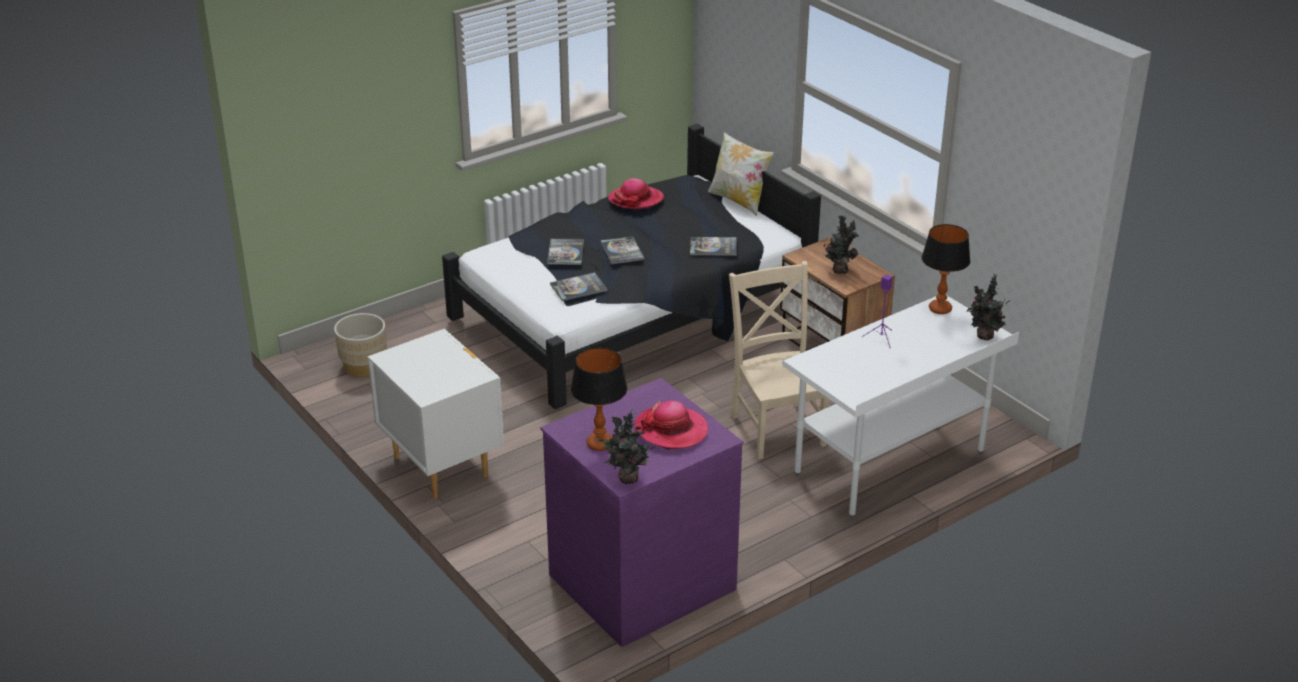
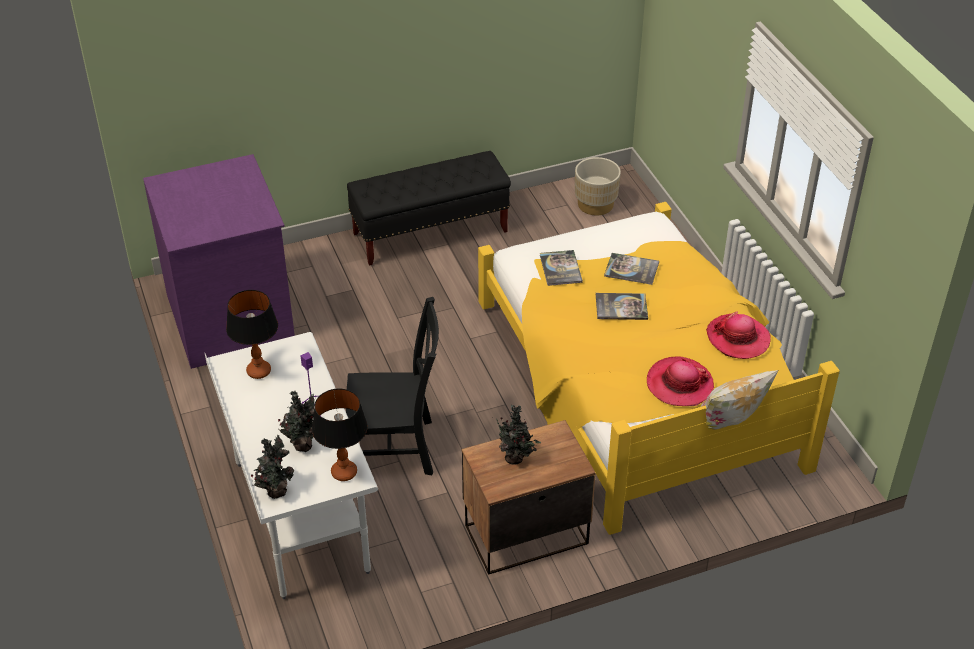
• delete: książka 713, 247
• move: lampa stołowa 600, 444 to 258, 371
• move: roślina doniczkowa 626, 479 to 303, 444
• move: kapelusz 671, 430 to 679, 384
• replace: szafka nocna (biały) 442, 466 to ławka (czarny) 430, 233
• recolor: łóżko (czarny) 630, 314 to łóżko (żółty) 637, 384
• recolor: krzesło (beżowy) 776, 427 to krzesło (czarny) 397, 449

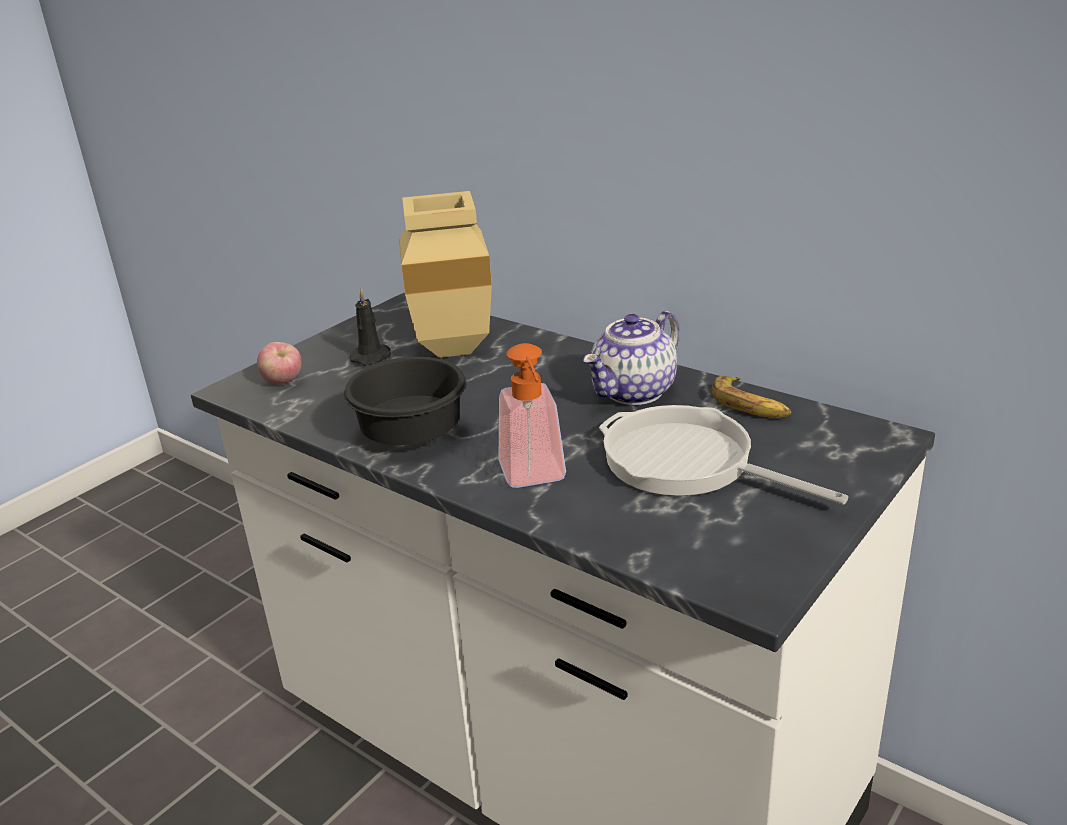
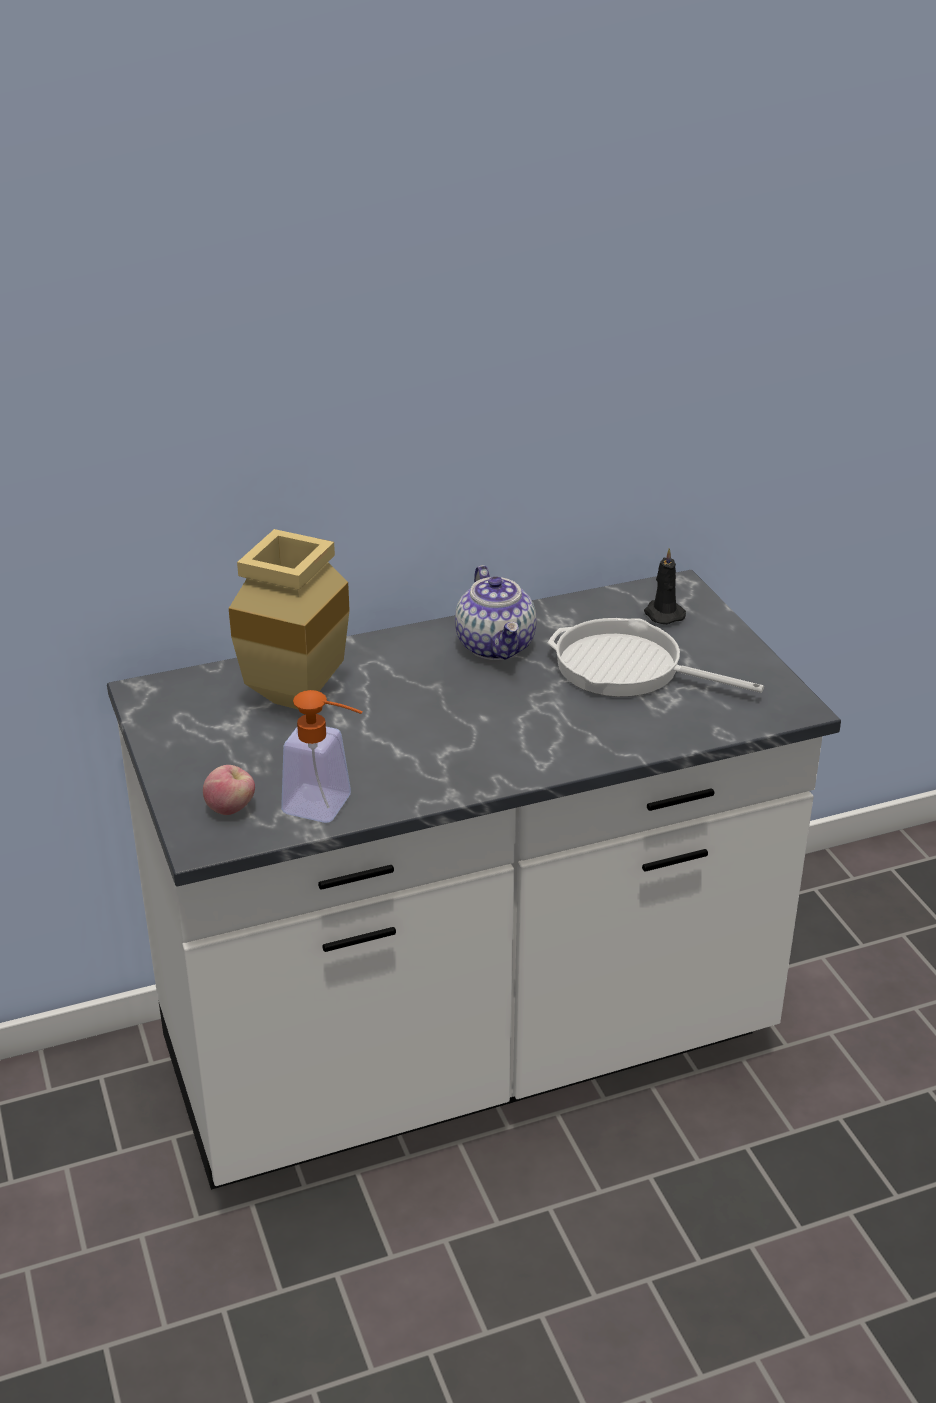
• delete: miska (czarny) 413, 432
• delete: banan 750, 406
• move: świeca (czarny) 372, 357 to 662, 614
• move: dozownik mydła 535, 478 to 328, 807
• rotate: patelnia 687, 463 = 627, 668 45 degrees clockwise

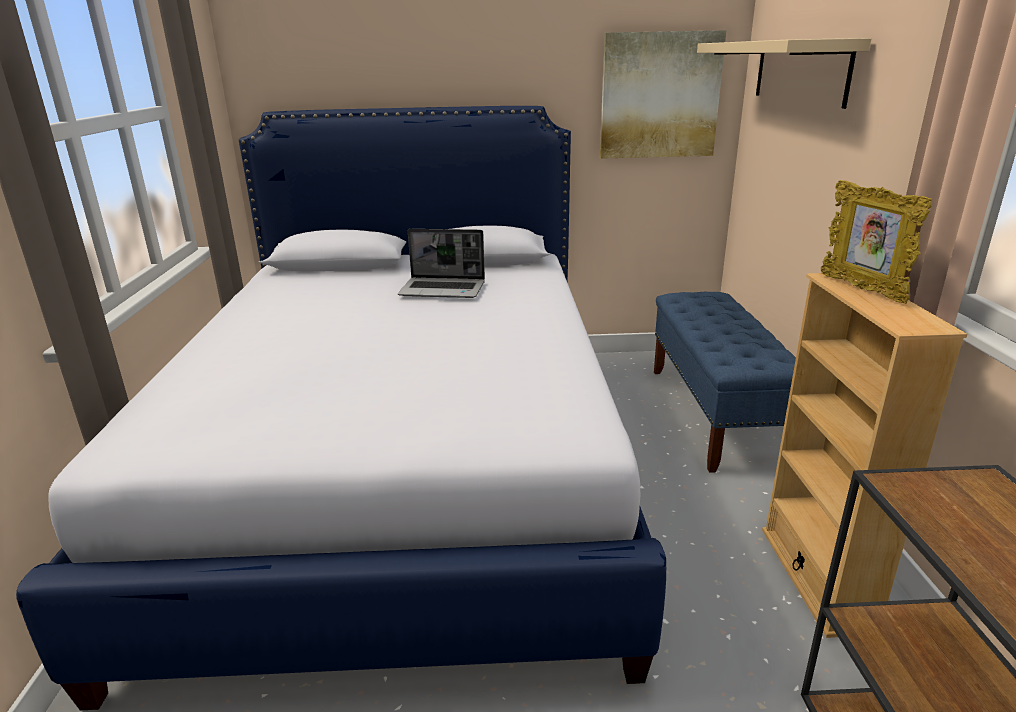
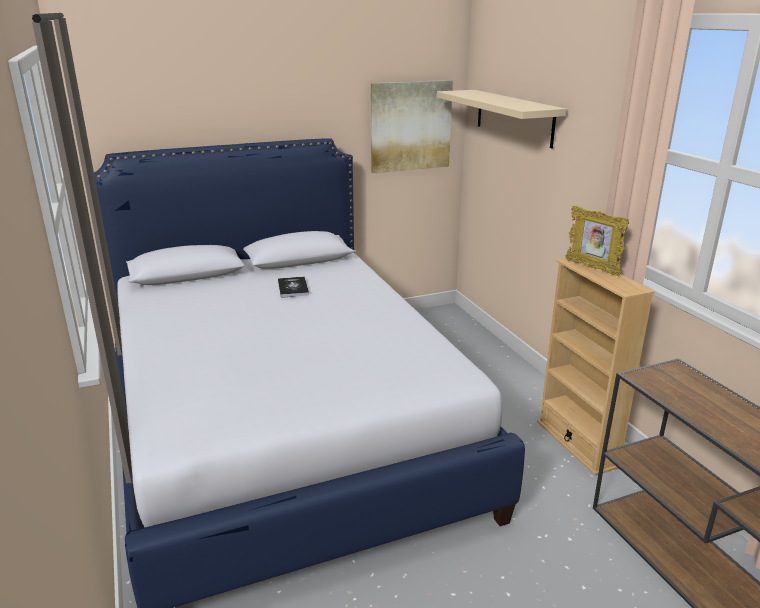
• delete: ławka (niebieski) 714, 414
• replace: laptop 444, 289 to książka 293, 288

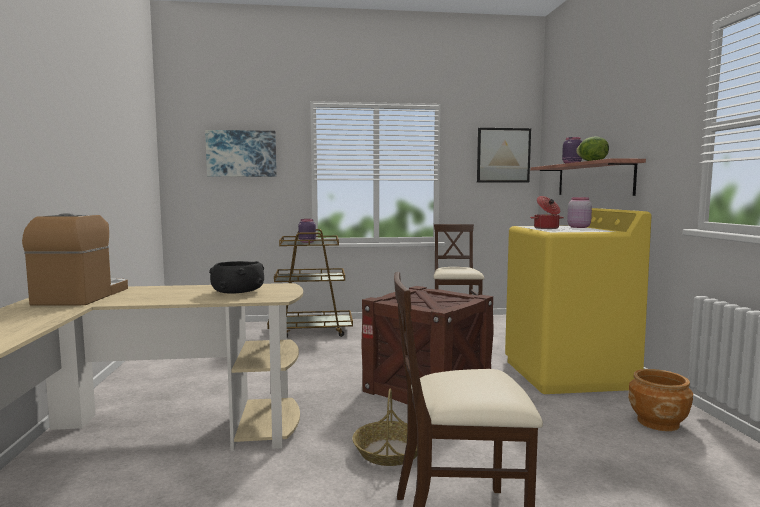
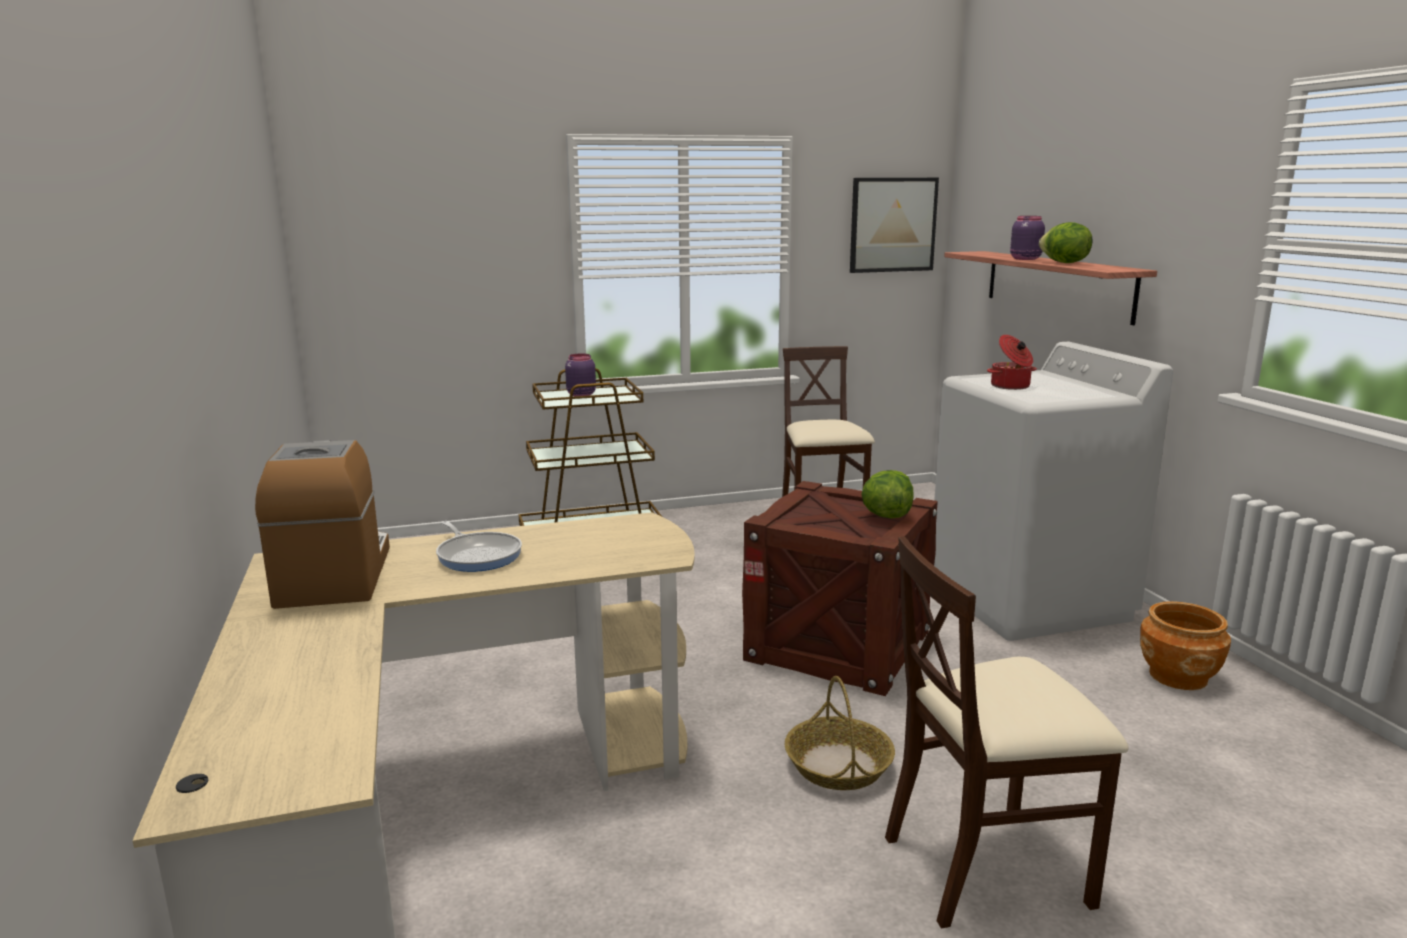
• delete: obraz 241, 153
• delete: miska (czarny) 237, 292
• delete: słoik (różowy) 578, 227
• insert: patelnia 478, 555
• insert: sałata 886, 516
• recolor: pralka (żółty) 568, 374 to pralka (biały) 1029, 601

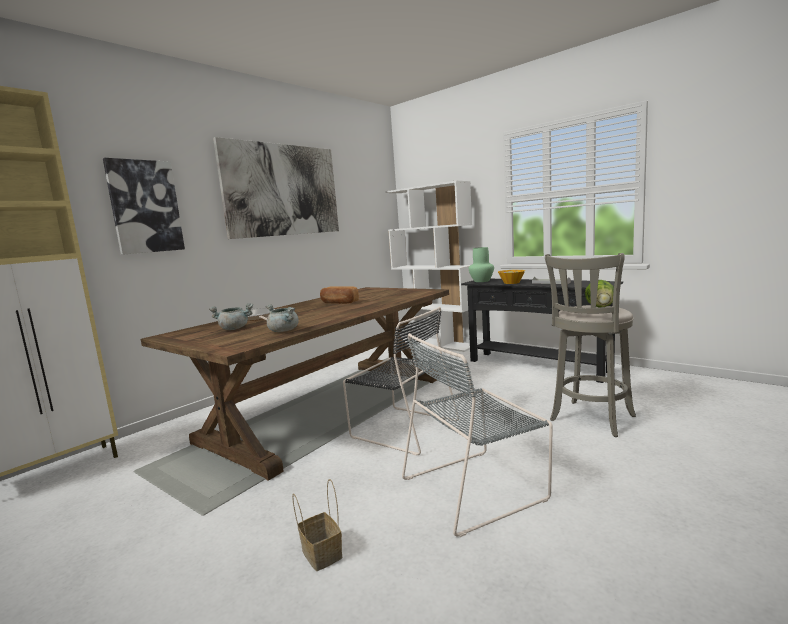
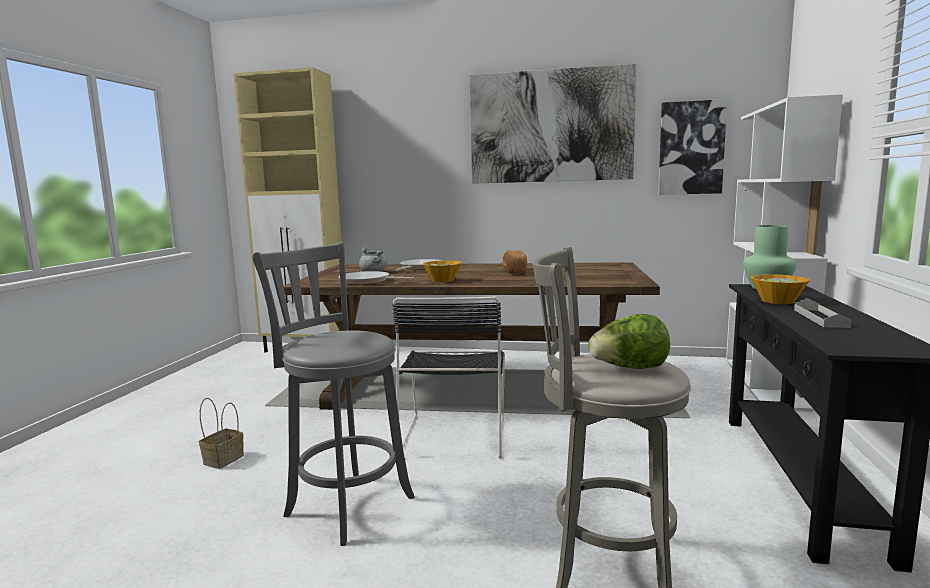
• insert: miska 442, 280
• move: obraz 145, 207 to 691, 148
• replace: garnek (szary) 284, 331 to patelnia 367, 281
• replace: krzesło (szary) 476, 487 to stołek (szary) 345, 504

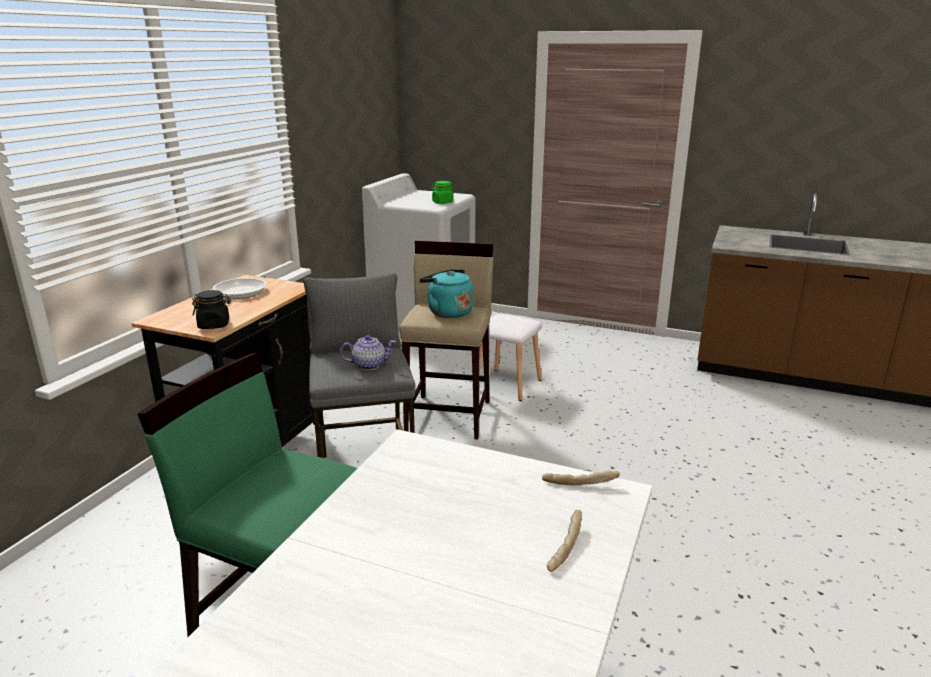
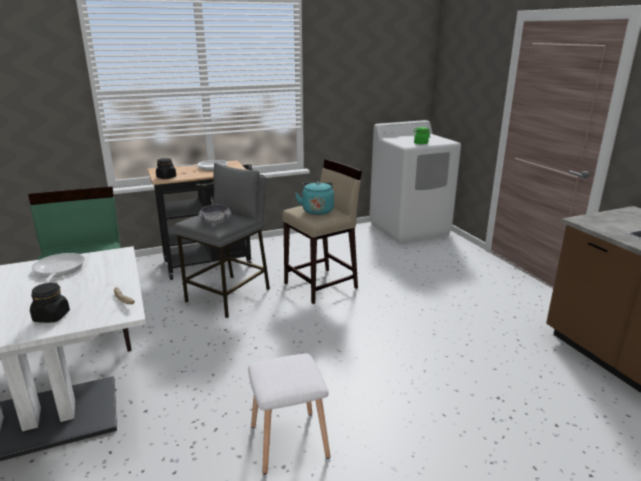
• insert: patelnia 58, 270
• move: stołek (biały) 507, 385 to 288, 442
• replace: imbryk 369, 365 to miska 215, 221
• replace: chleb 564, 547 to słoik (czarny) 51, 316

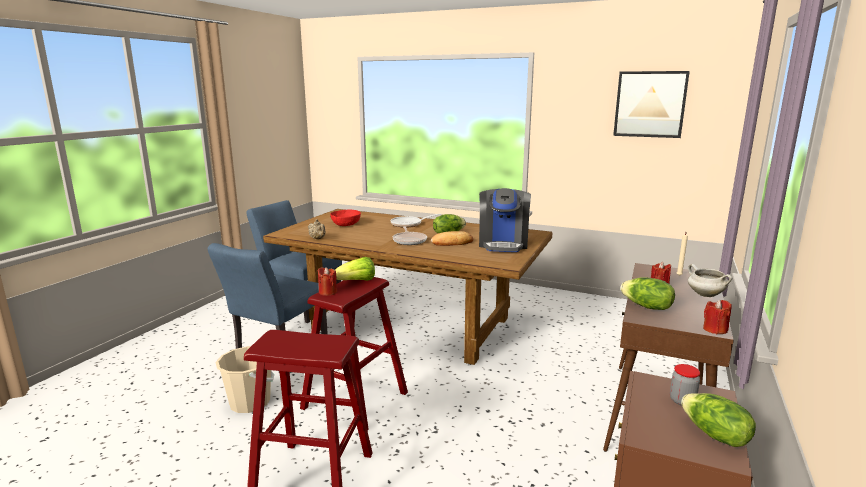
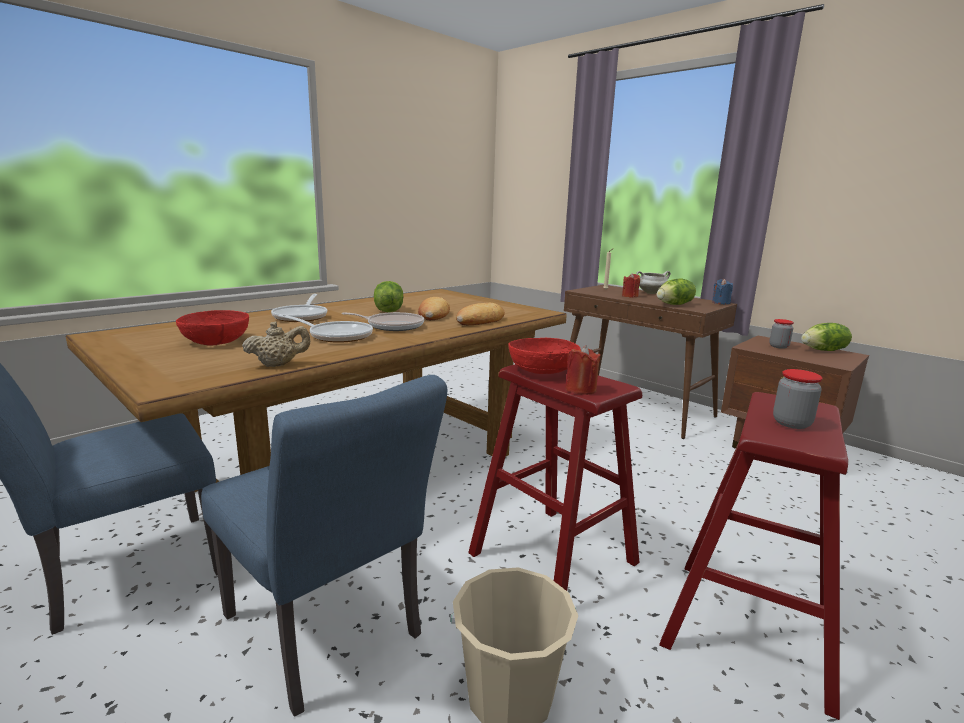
• delete: ekspres do kawy 503, 244
• delete: obraz 650, 104
• insert: patelnia 336, 336
• insert: chleb 480, 320
• insert: słoik 791, 423
• replace: sałata 357, 281 to miska (czerwony) 542, 370
• recolor: świeca (czerwony) 715, 329 to świeca (niebieski) 720, 303

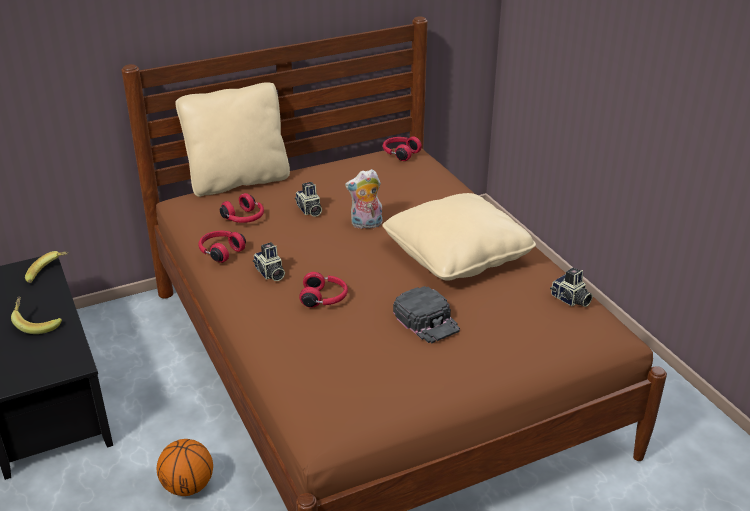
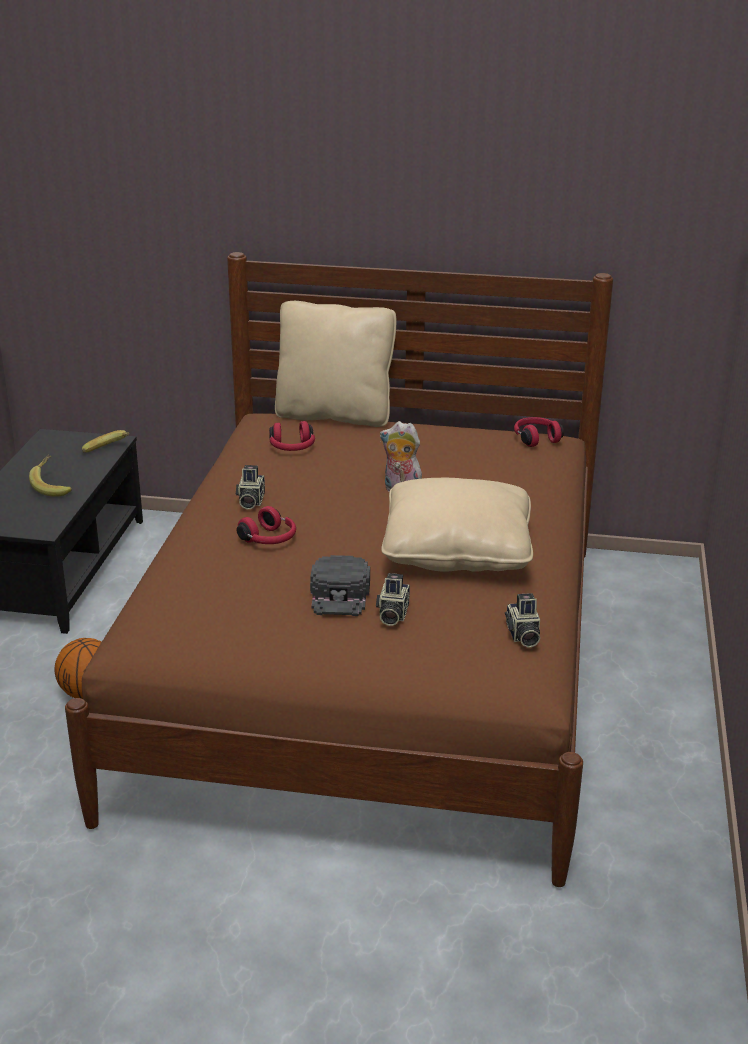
• delete: słuchawki (czerwony) 220, 252
• move: aparat fotograficzny 309, 210 to 392, 614

